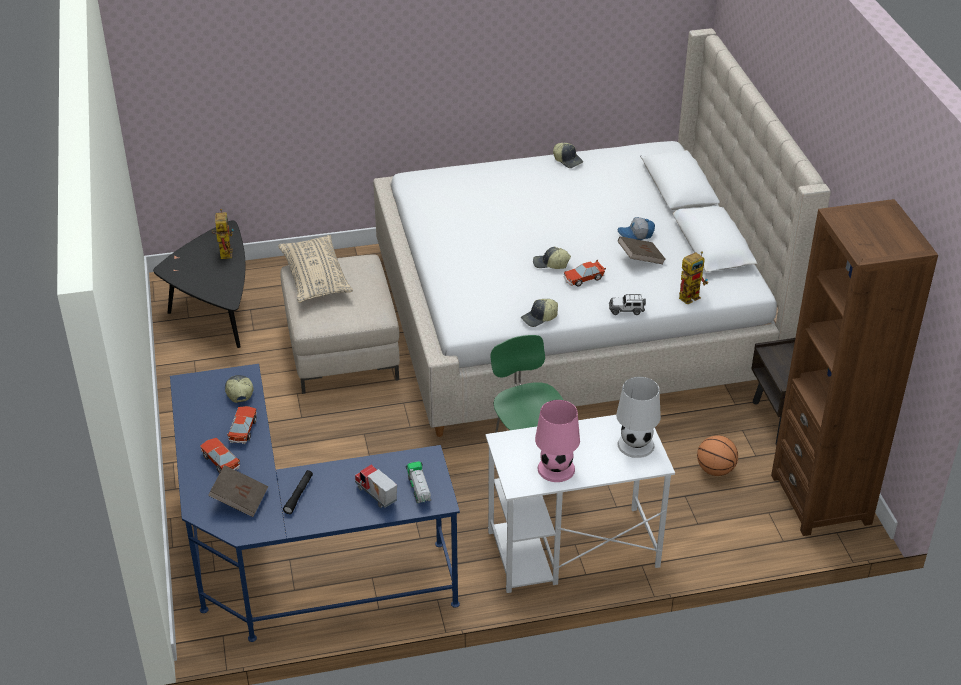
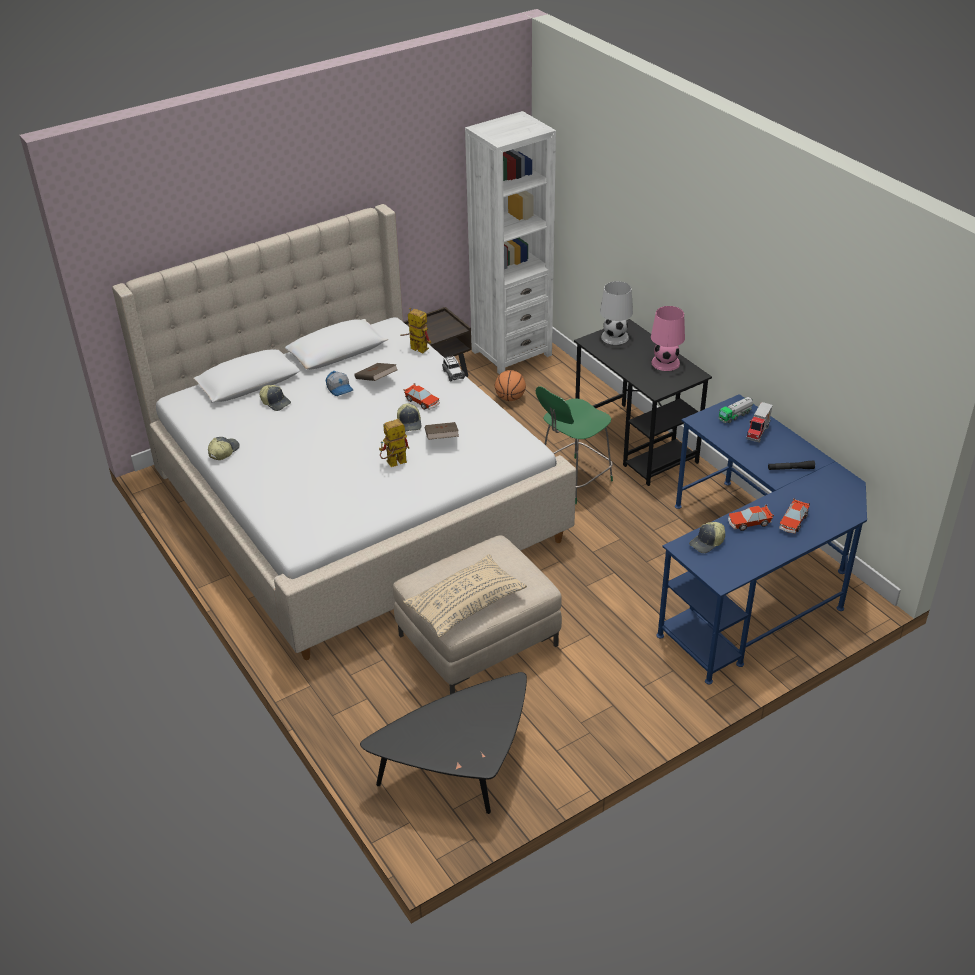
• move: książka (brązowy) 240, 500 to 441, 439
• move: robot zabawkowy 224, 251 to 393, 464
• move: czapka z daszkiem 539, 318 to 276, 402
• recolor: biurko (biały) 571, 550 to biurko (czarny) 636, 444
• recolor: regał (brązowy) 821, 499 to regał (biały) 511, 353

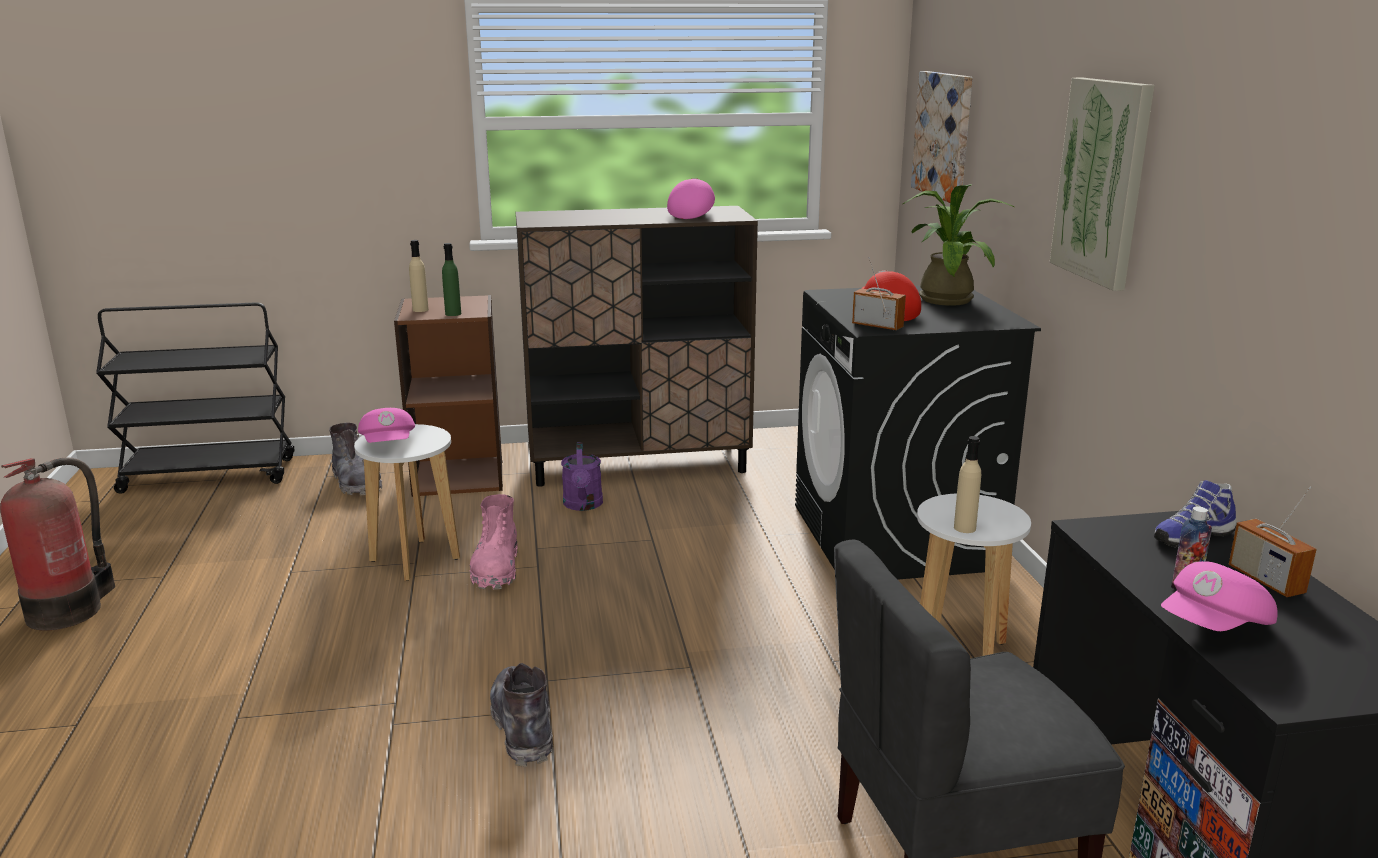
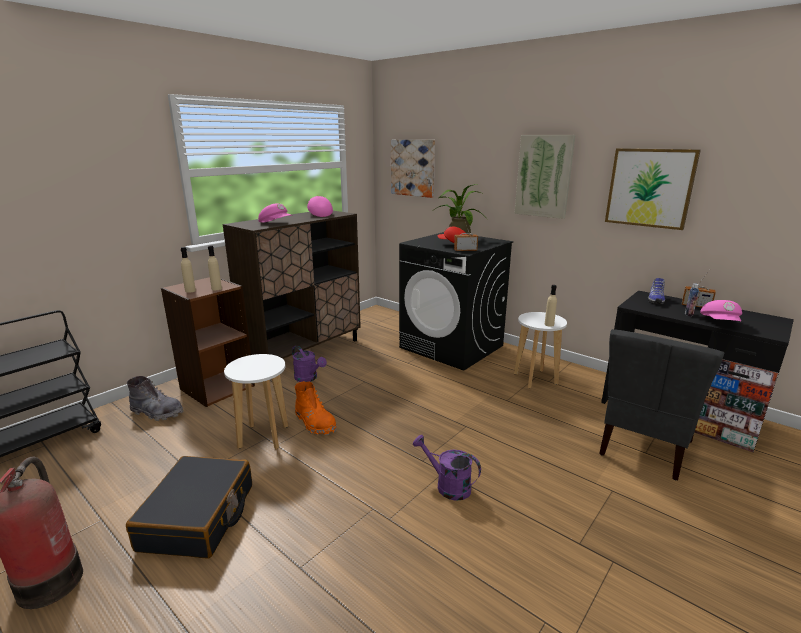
• insert: walizka (czarny) 199, 517
• insert: obraz 649, 188
• move: czapka z daszkiem (różowy) 389, 445 to 276, 223
• replace: but z cholewką (szary) 523, 727 to konewka (fioletowy) 447, 486
• recolor: butelka (zielony) 453, 314 to butelka (beżowy) 216, 288
• recolor: but z cholewką (różowy) 496, 569 to but z cholewką (pomarańczowy) 315, 423

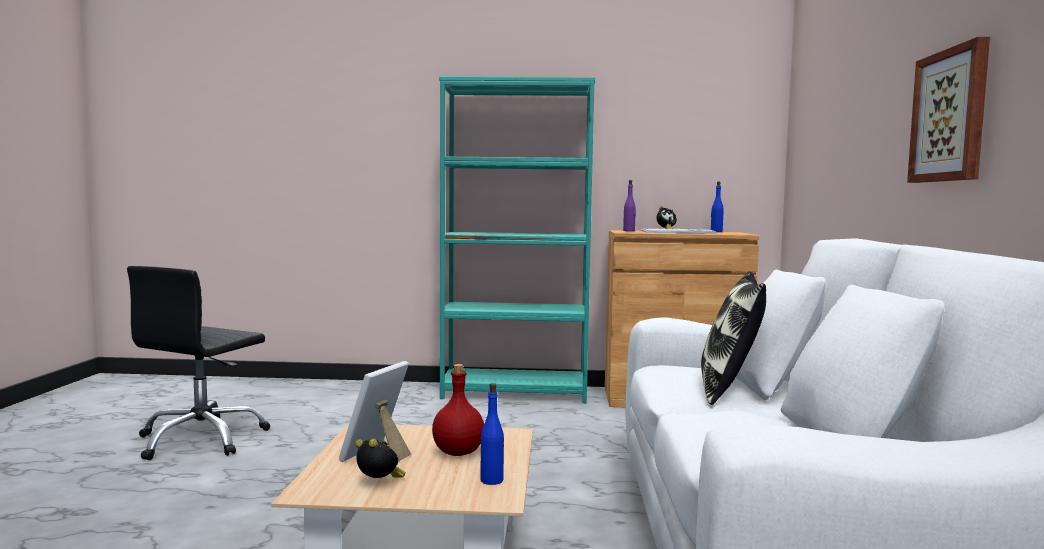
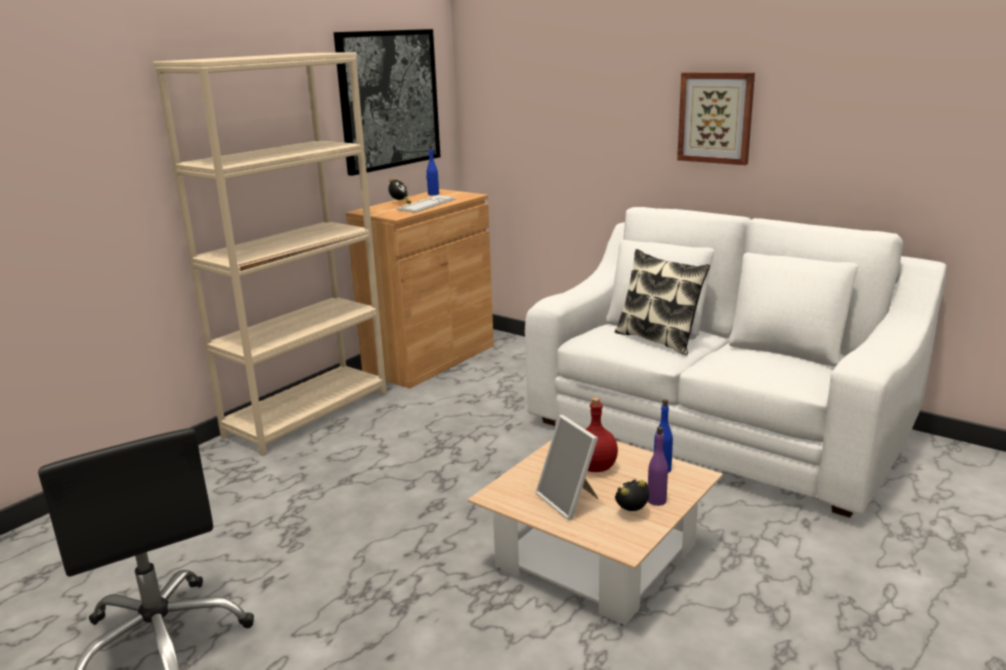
• insert: obraz 389, 100
• move: butelka (fioletowy) 629, 231 to 657, 500
• recolor: regał (turkusowy) 515, 392 to regał (beżowy) 308, 414

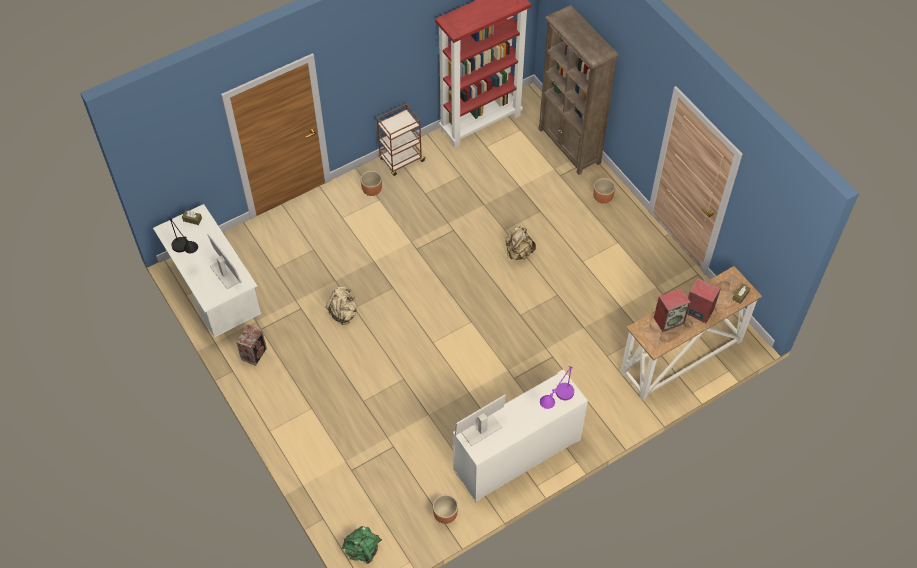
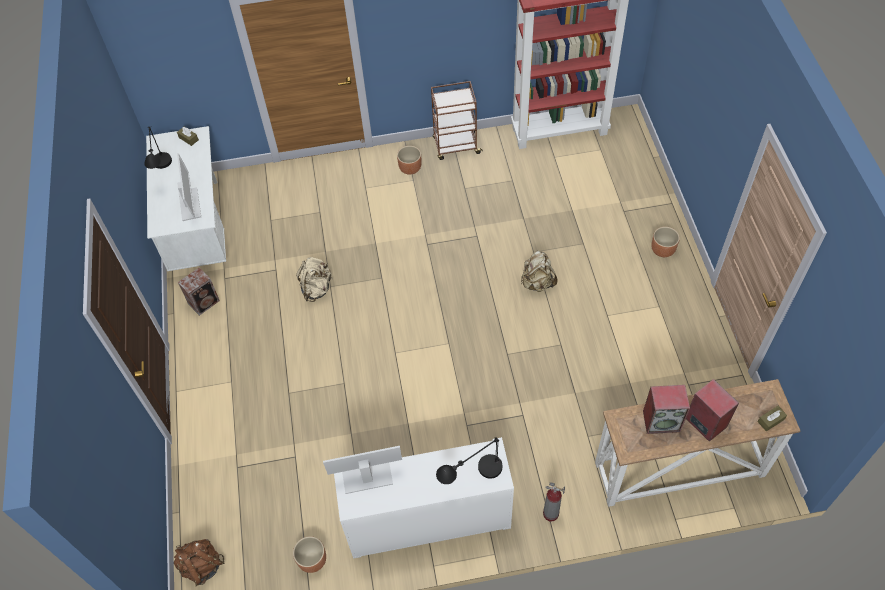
• delete: regał (brązowy) 569, 146
• insert: gaśnica 550, 514
• recolor: plecak (zielony) 362, 550 to plecak (brązowy) 202, 566
• recolor: lampa stołowa (fioletowy) 556, 404 to lampa stołowa (czarny) 472, 479

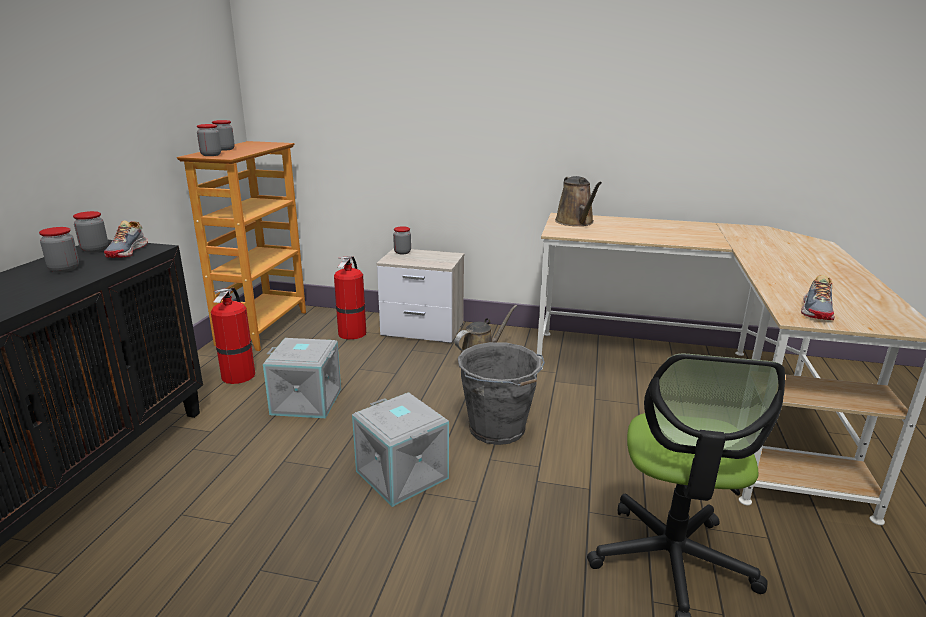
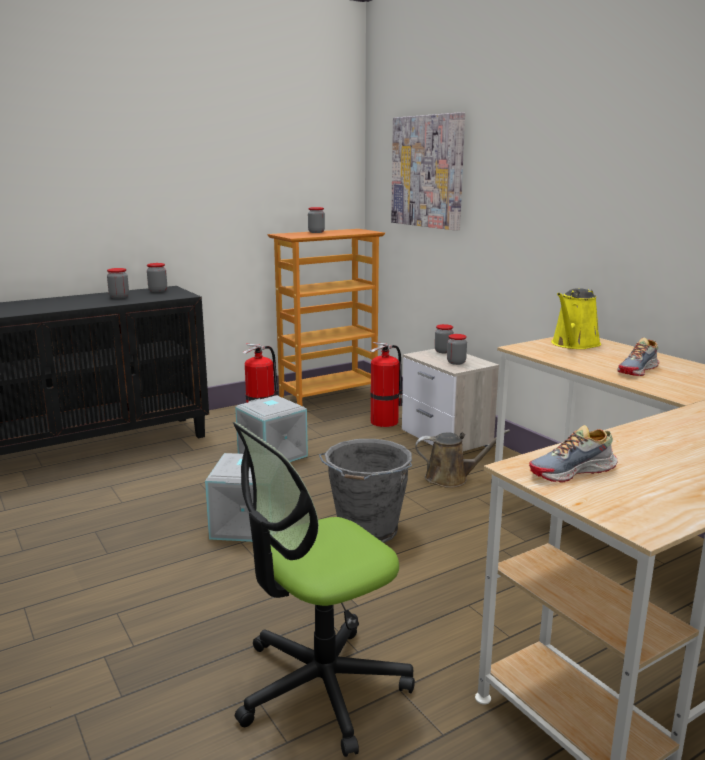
• insert: obraz 427, 171
• move: but 128, 251 to 638, 370
• move: słoik 211, 155 to 456, 362
• recolor: konewka (brązowy) 576, 222 to konewka (żółty) 574, 344

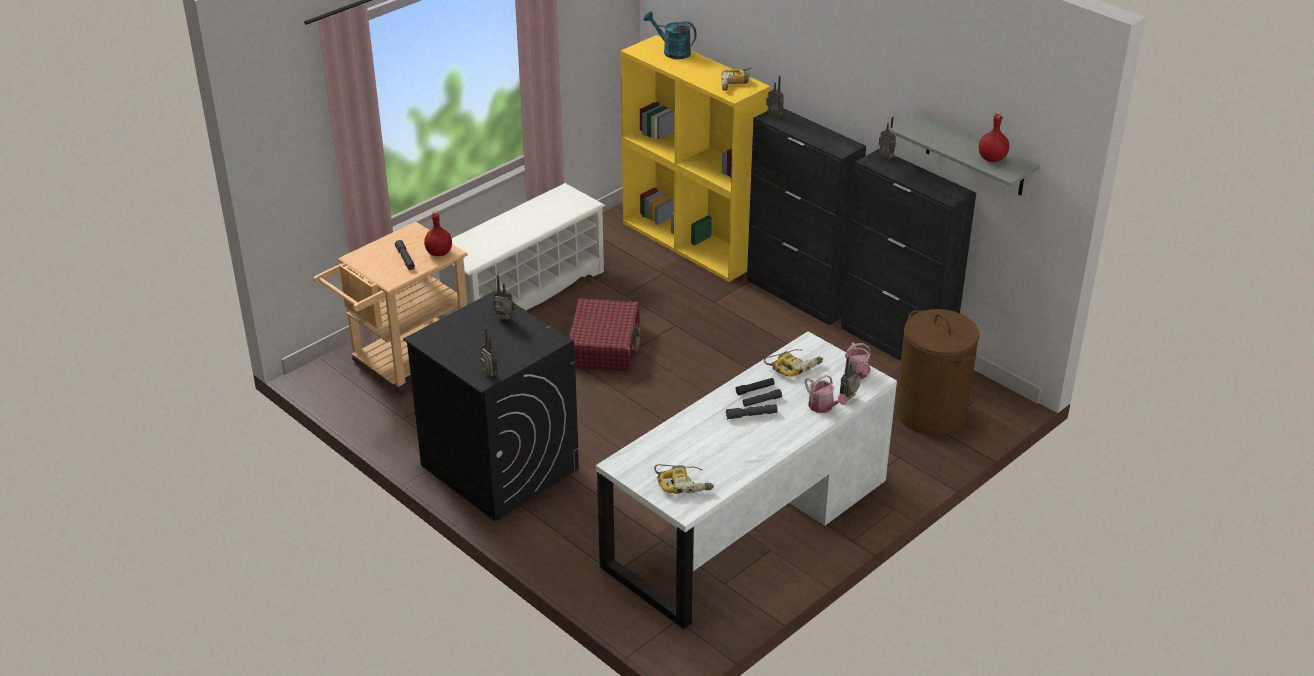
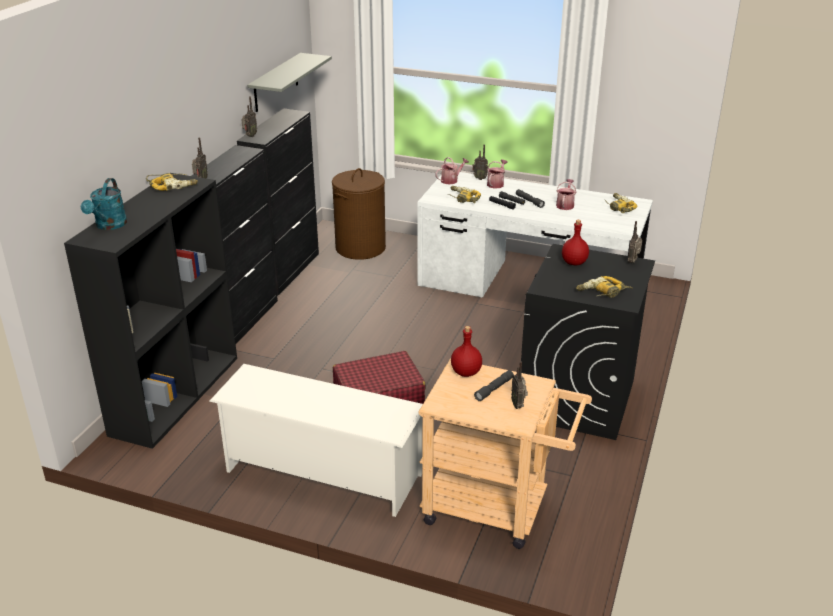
• insert: konewka 565, 205
• insert: wiertarka 603, 292
• move: radio 504, 320 to 518, 405
• move: butelka (czerwony) 991, 158 to 574, 263
• recolor: regał (żółty) 693, 242 to regał (czarny) 175, 394

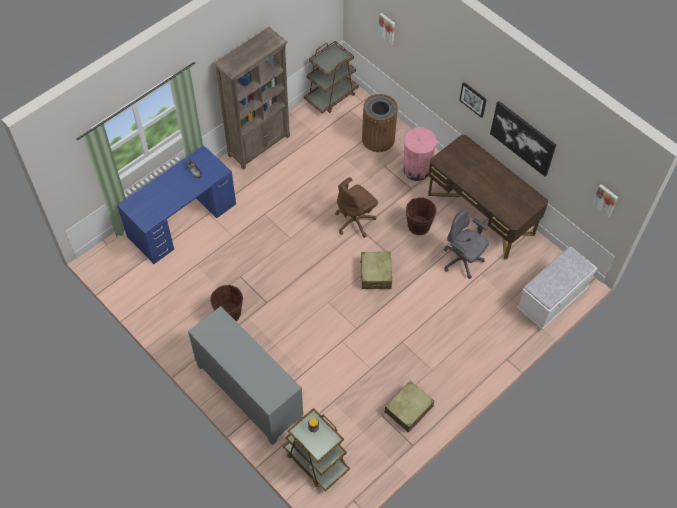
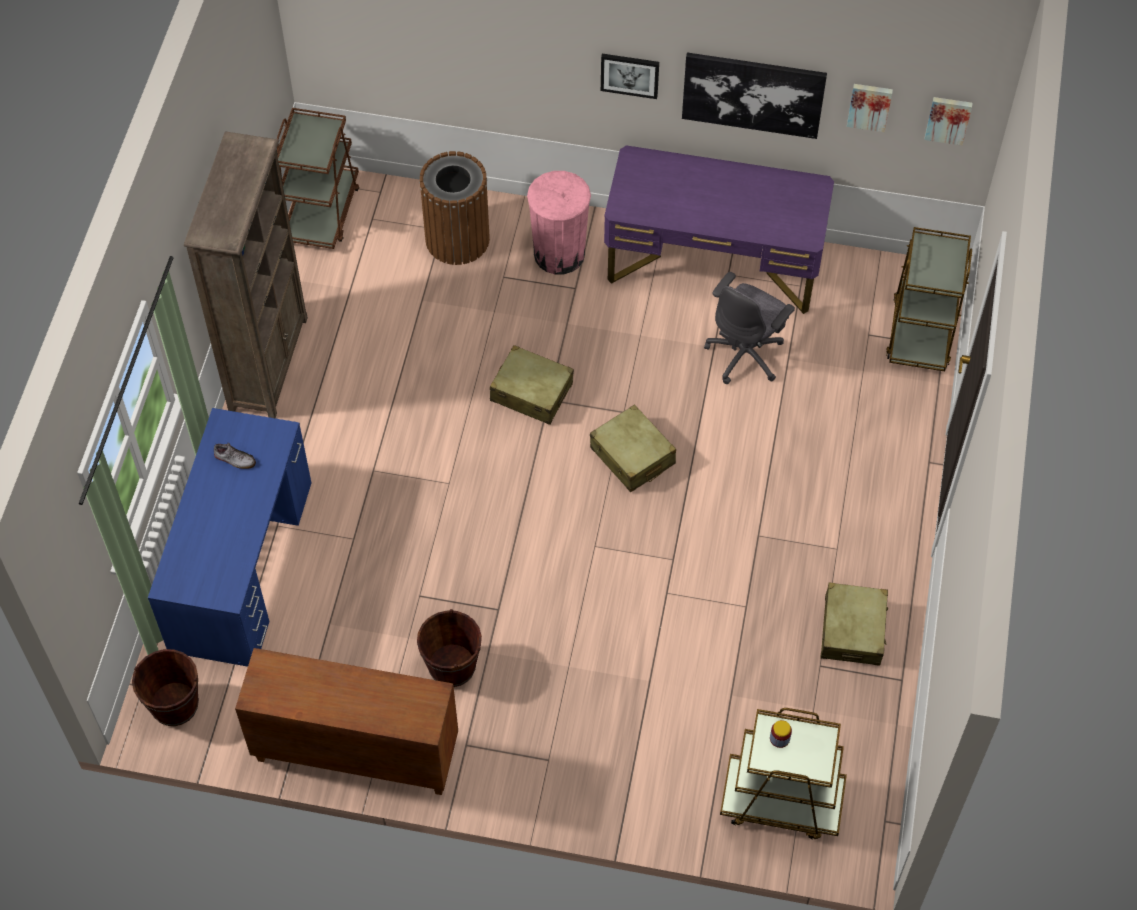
• delete: szafka (szary) 248, 392
• insert: szafka (brązowy) 354, 752
• move: obraz 387, 28 to 869, 106
• move: wiadro (brązowy) 418, 226 to 174, 705
• replace: krzesło biurowe (brązowy) 355, 221 to walizka (beżowy) 531, 392
• replace: ławka (biały) 552, 299 to wózek (brązowy) 920, 332
• recolor: biurko (brązowy) 480, 214 to biurko (fioletowy) 713, 265
• rotate: krzesło biurowe (szary) 462, 261 = 746, 354 60 degrees counterclockwise

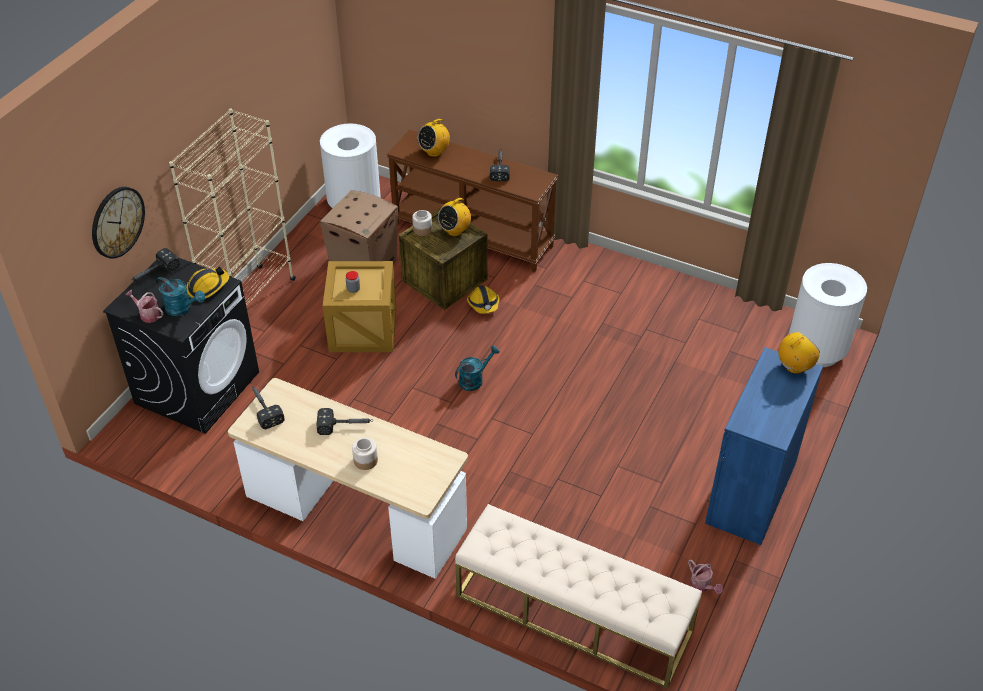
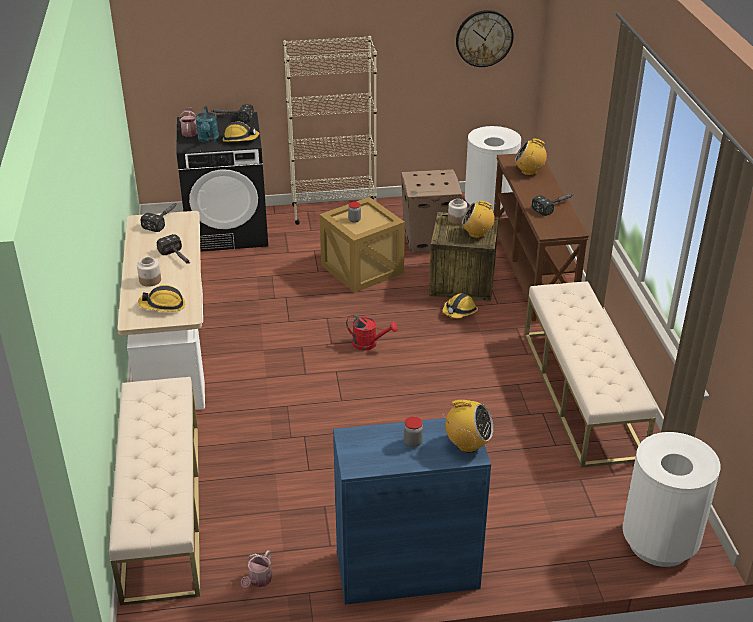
• insert: kask 163, 305
• insert: słoik 413, 442
• insert: ławka (beżowy) 581, 393
• move: zegar ścienny 117, 222 to 484, 38
• recolor: konewka (turkusowy) 474, 379 to konewka (czerwony) 369, 344

